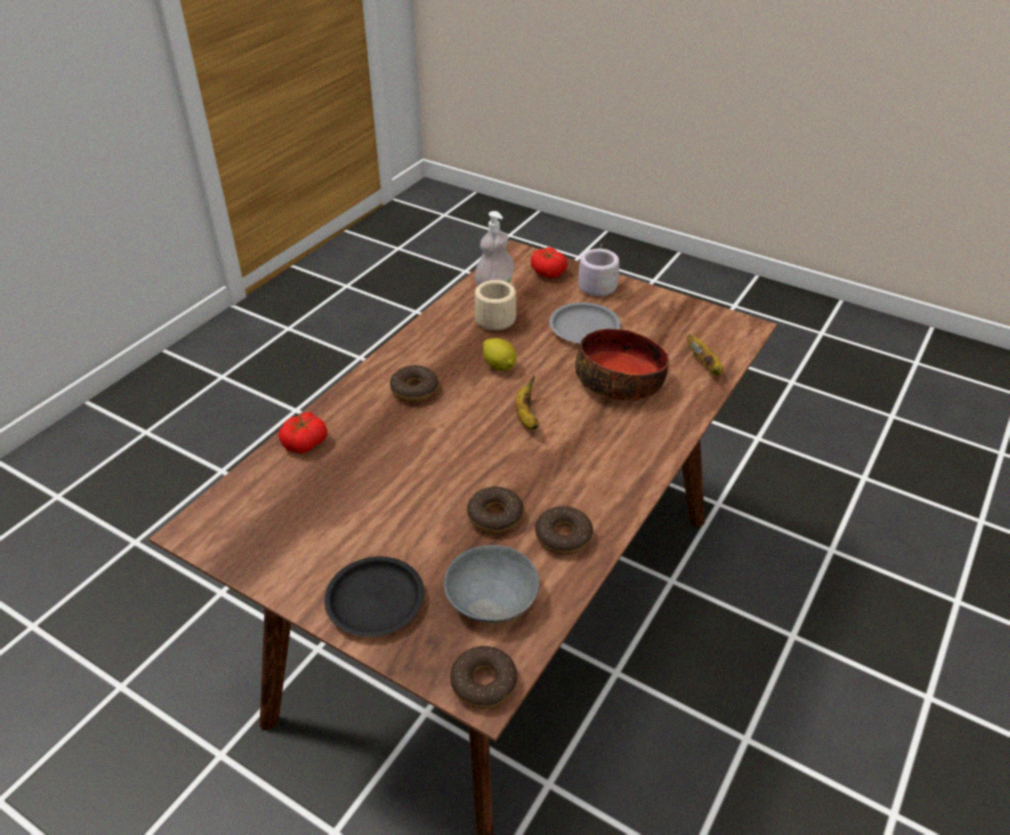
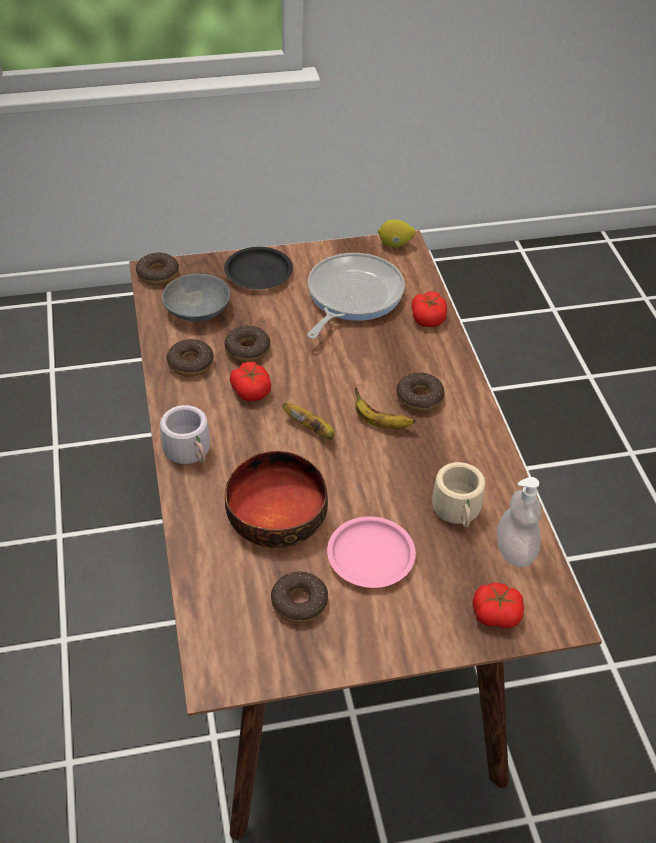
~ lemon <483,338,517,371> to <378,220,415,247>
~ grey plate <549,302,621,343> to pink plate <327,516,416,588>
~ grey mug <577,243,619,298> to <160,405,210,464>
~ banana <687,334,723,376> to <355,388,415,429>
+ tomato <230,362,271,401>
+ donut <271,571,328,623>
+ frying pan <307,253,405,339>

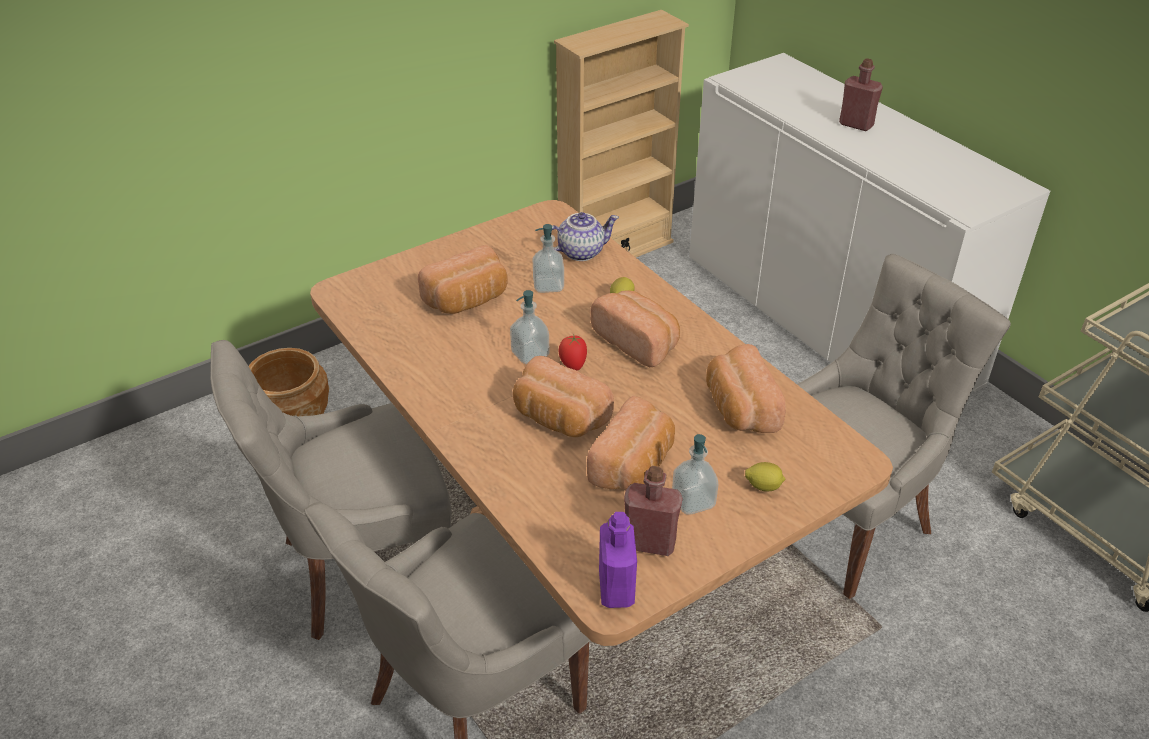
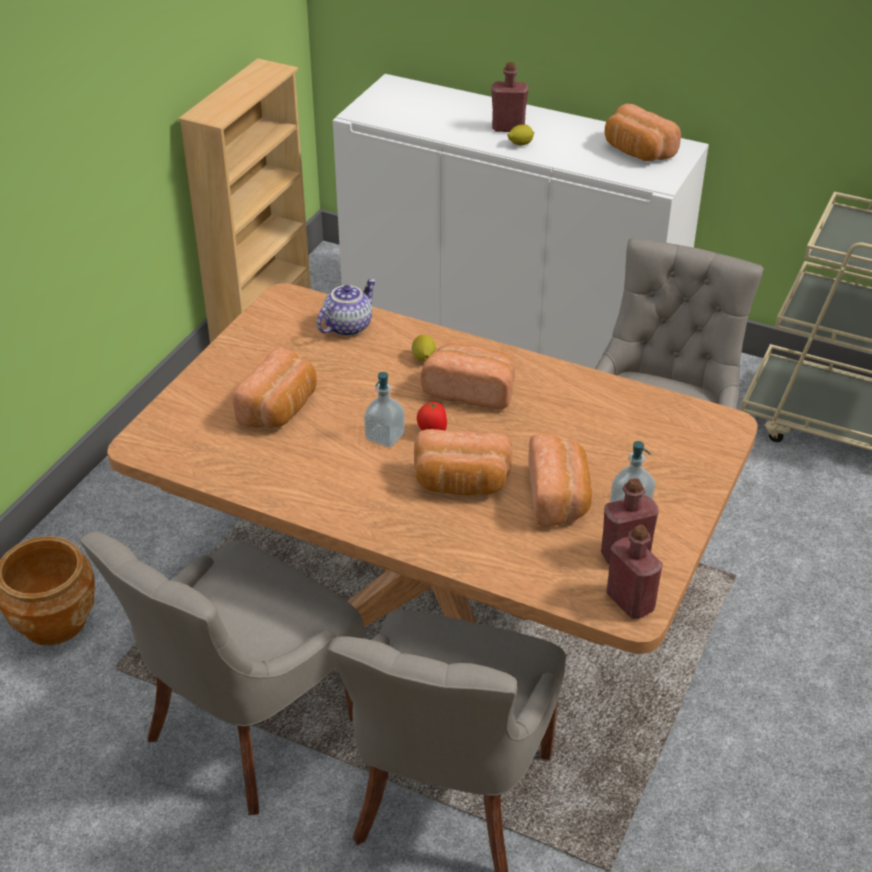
- soap dispenser <533,224,564,293>
~ purple bottle <599,512,637,608> to red bottle <606,524,663,619>
~ bread <706,344,786,433> to <605,104,681,161>
~ lemon <745,462,785,491> to <508,124,534,146>

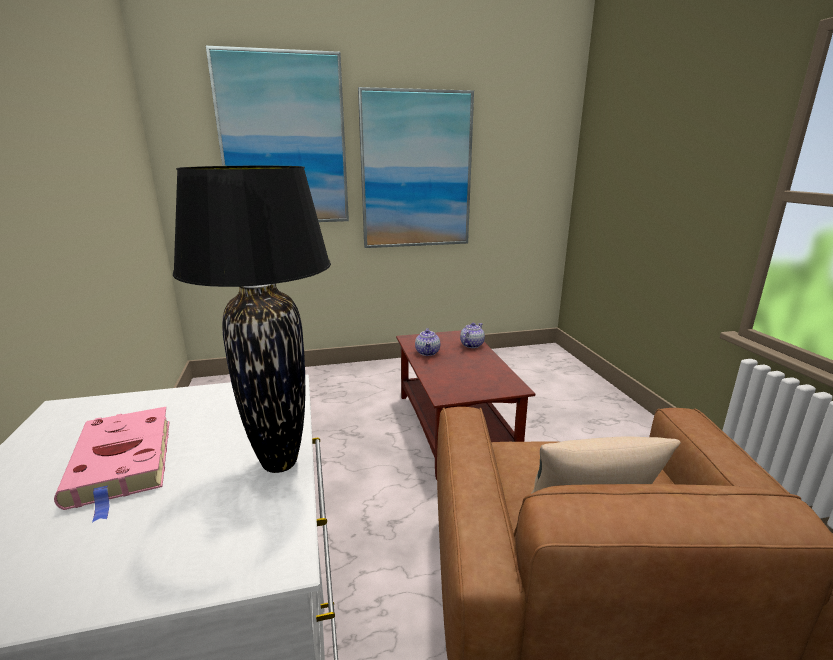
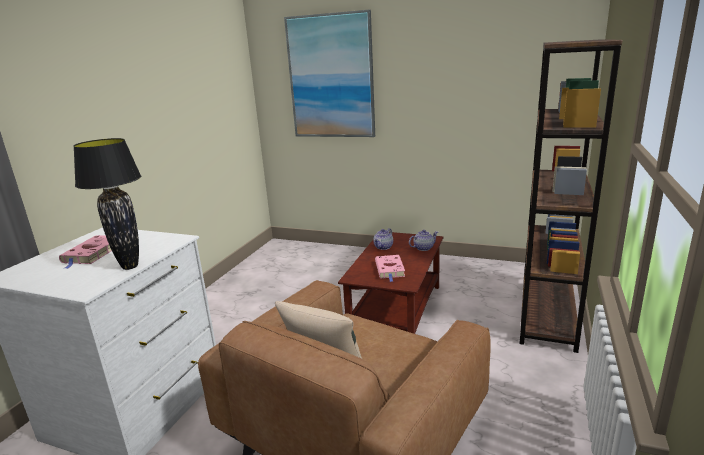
- picture <358,87,474,248>
+ pink book <375,255,405,282>
+ brown bookcase <520,39,622,353>

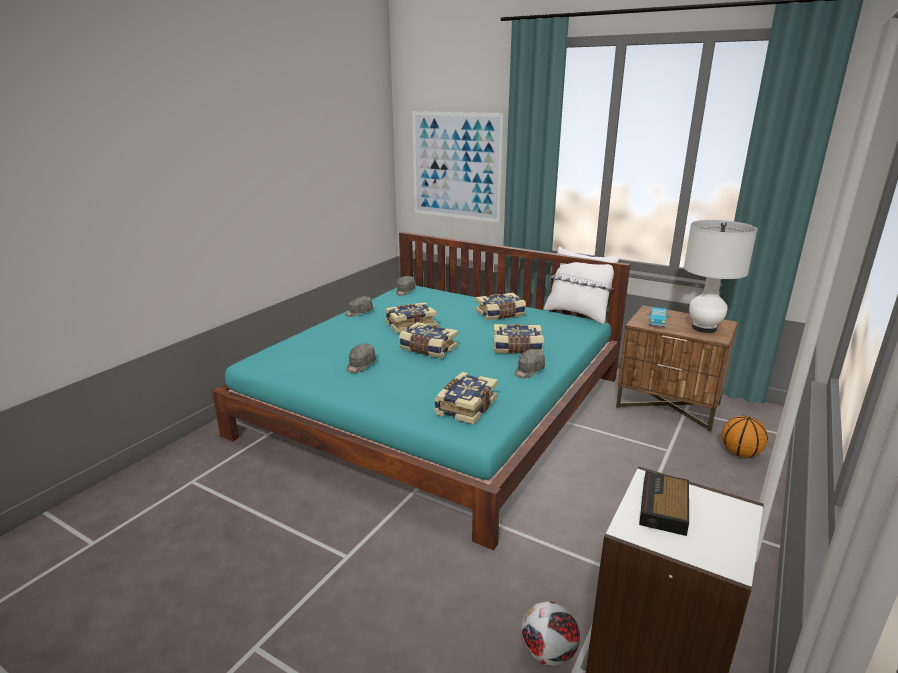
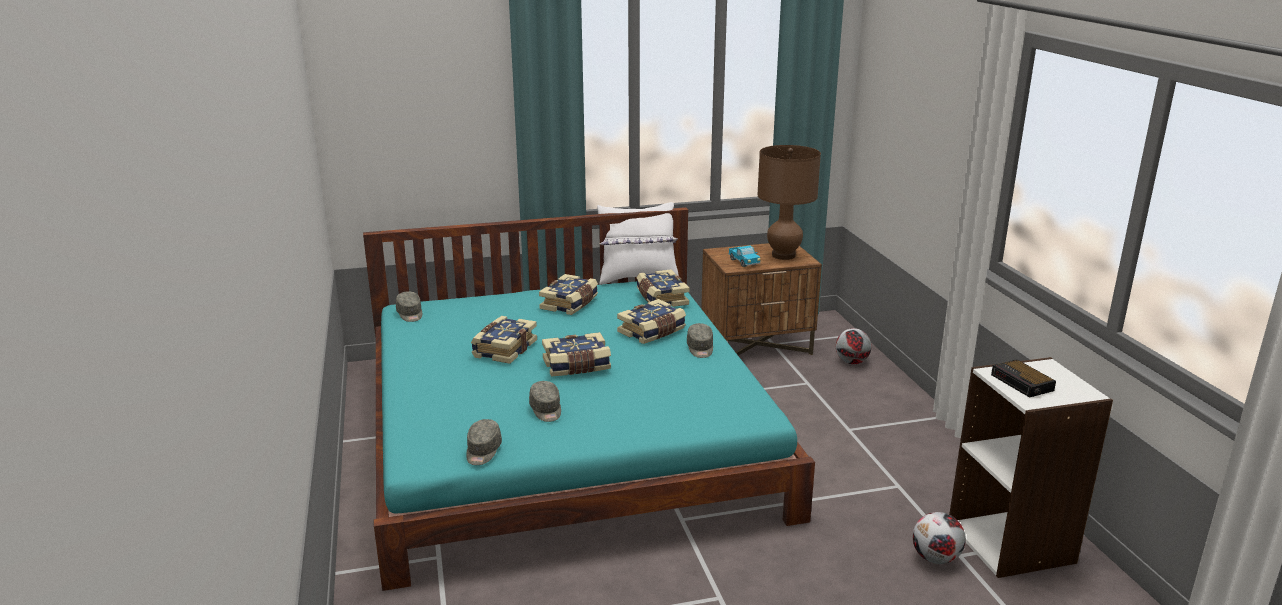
~ grey cap <345,296,373,317> to <466,419,502,465>
- picture <412,111,504,223>
~ book <434,372,498,424> to <637,269,690,307>
~ white table lamp <684,220,757,333> to brown table lamp <757,145,821,260>
~ basketball <722,415,768,458> to football <836,328,871,364>

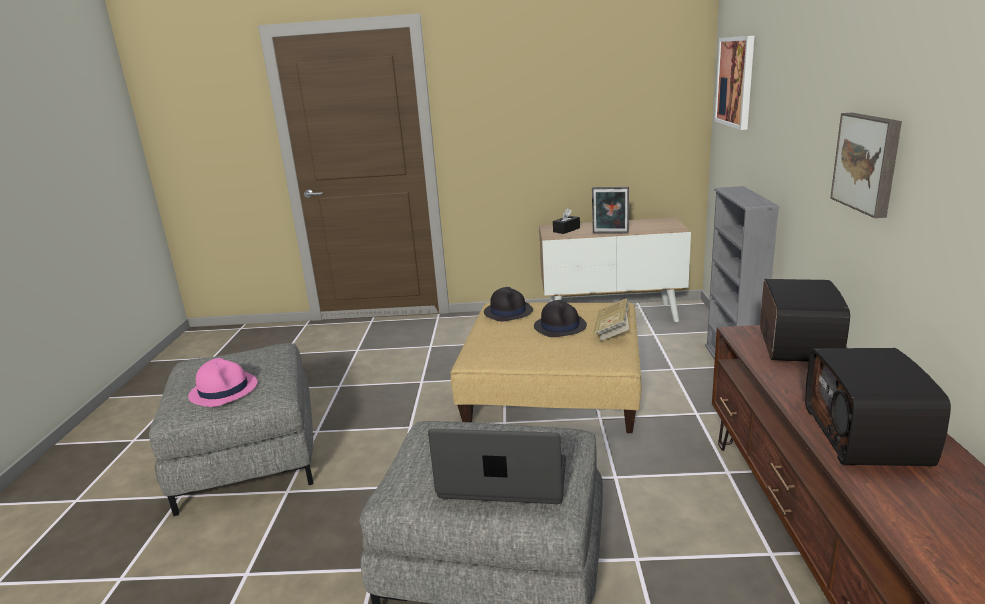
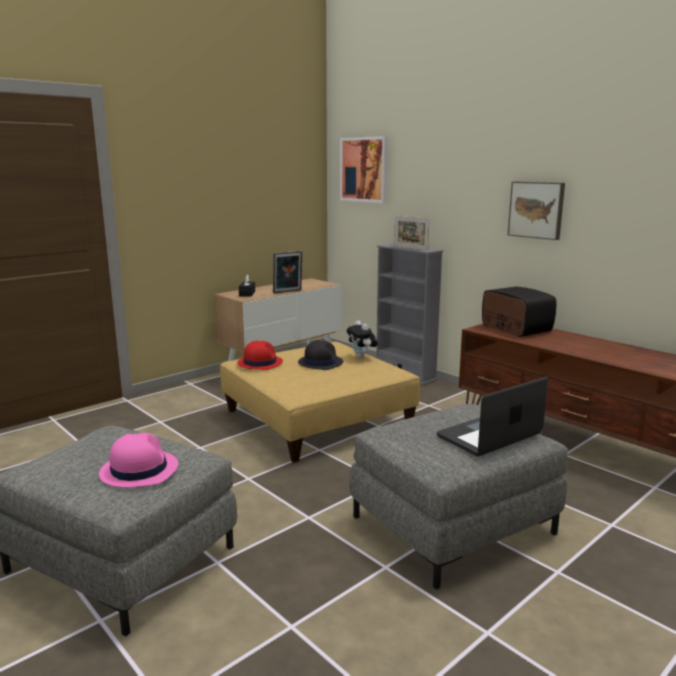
~ black hat <484,287,533,322> to red hat <237,340,283,370>
~ book <593,298,629,341> to plush toy <347,320,378,358>
- radio <805,348,951,466>
+ picture frame <394,216,430,250>

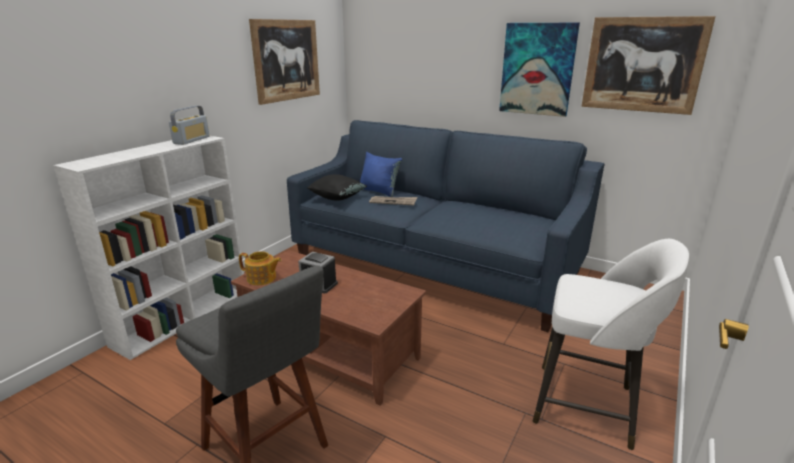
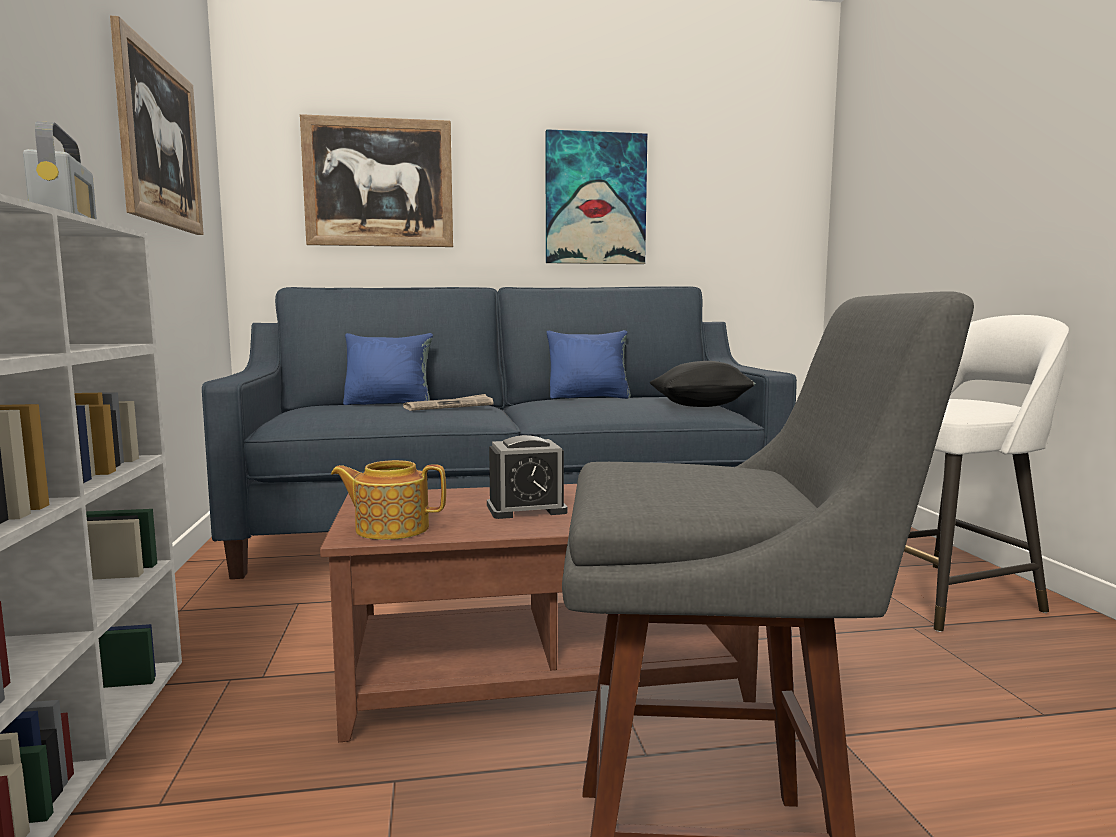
~ teapot <239,251,282,285> = <331,460,446,540> 150 degrees counterclockwise
~ black pillow <307,174,367,201> to <650,361,756,407>
~ picture <581,16,716,115> to <300,114,453,247>
+ blue pillow <547,330,631,399>

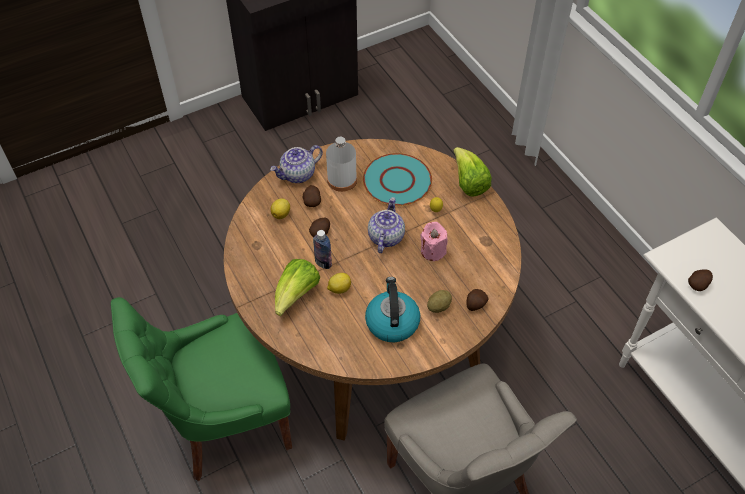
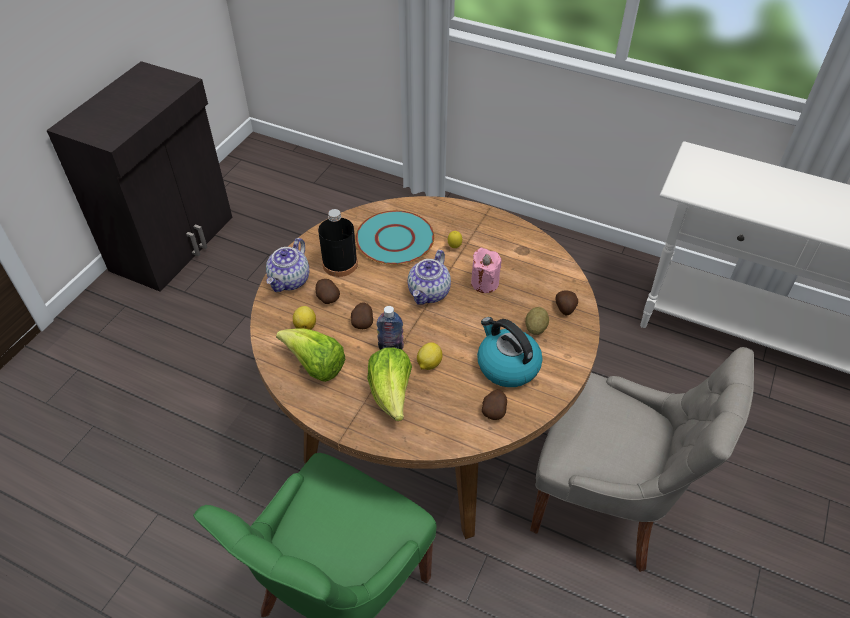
~ white bottle <326,137,357,192> to black bottle <318,209,358,277>
~ teapot <368,197,405,253> = <408,250,451,305> 135 degrees counterclockwise
~ lettuce <453,147,492,197> to <276,328,345,382>
~ potato <688,269,713,291> to <482,390,507,420>

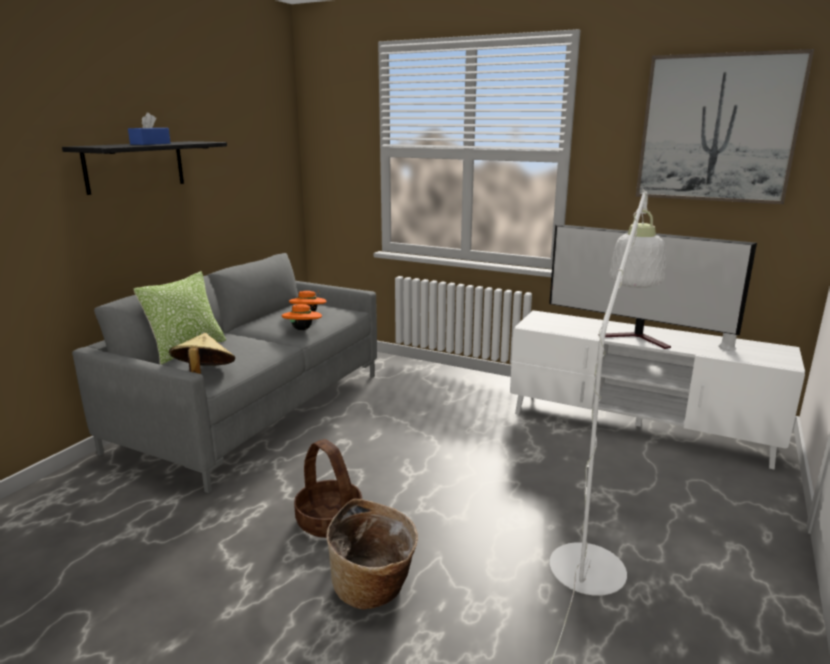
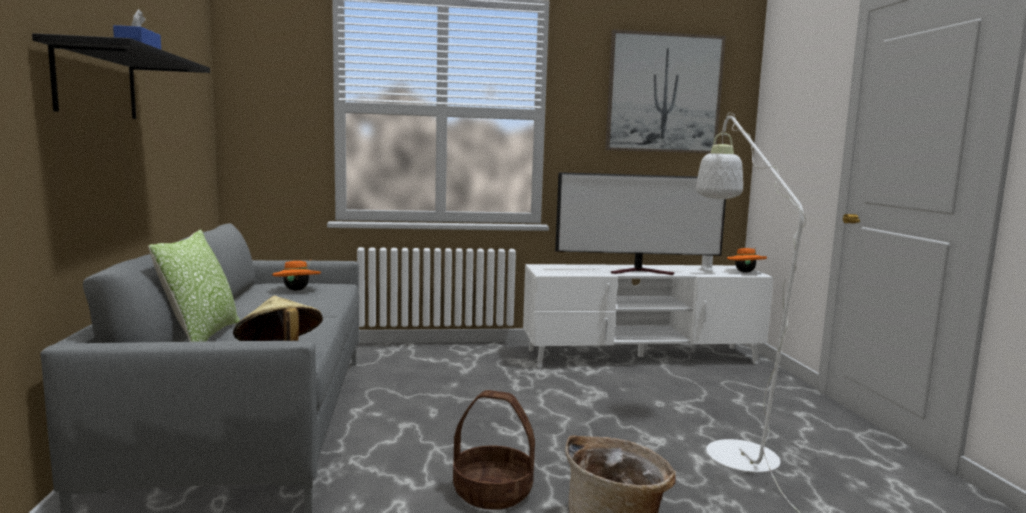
~ orange hat <282,304,322,330> to <727,248,767,273>

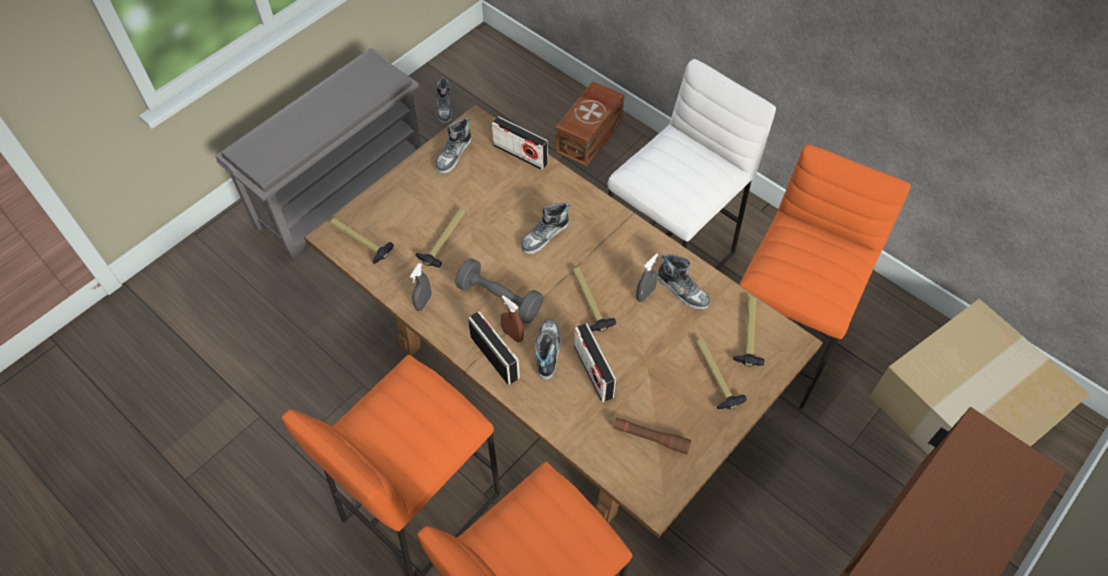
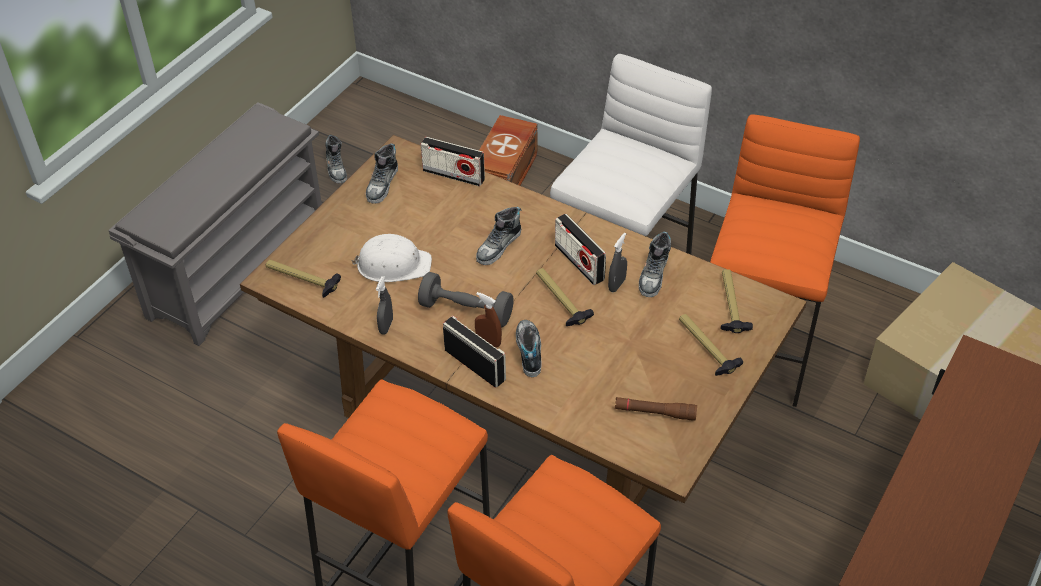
~ hammer <416,208,465,268> to white hard hat <352,234,432,282>
~ radio <574,323,617,402> to <555,214,606,285>
~ shoe <657,254,711,310> = <639,232,671,297> 75 degrees clockwise

